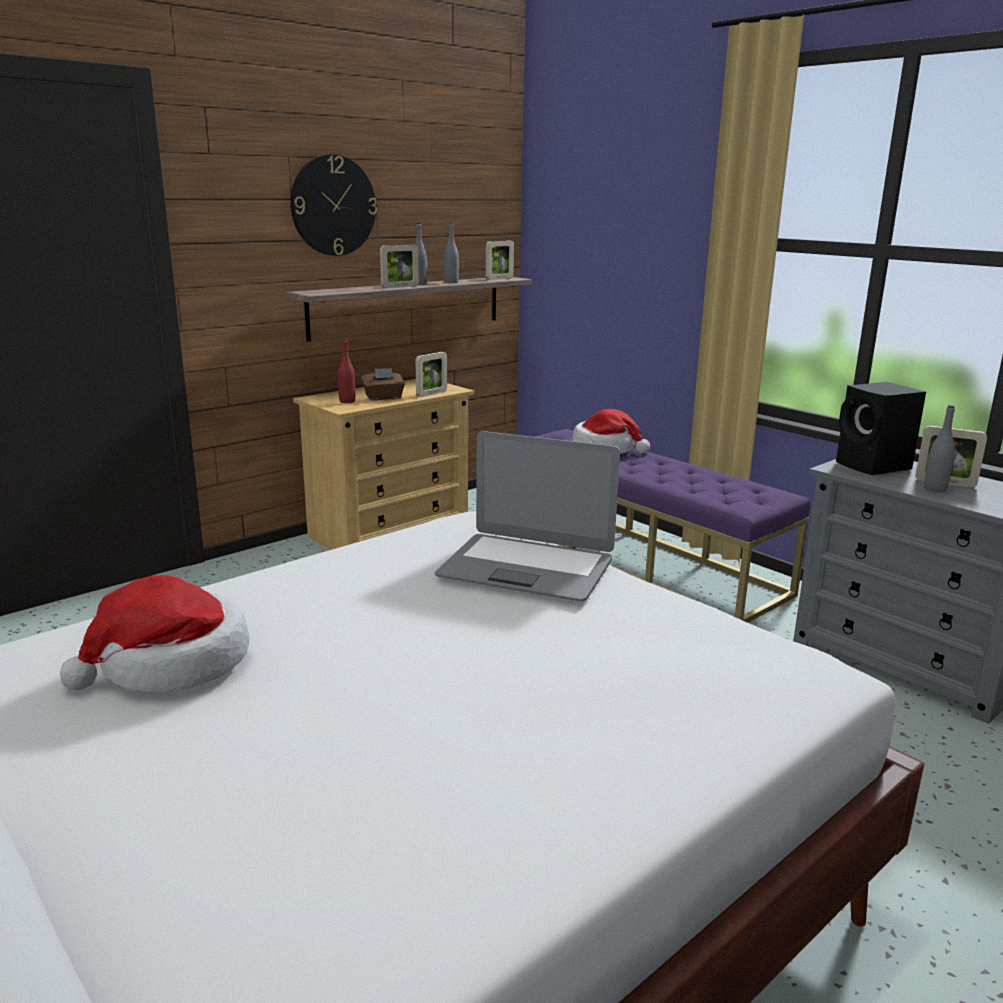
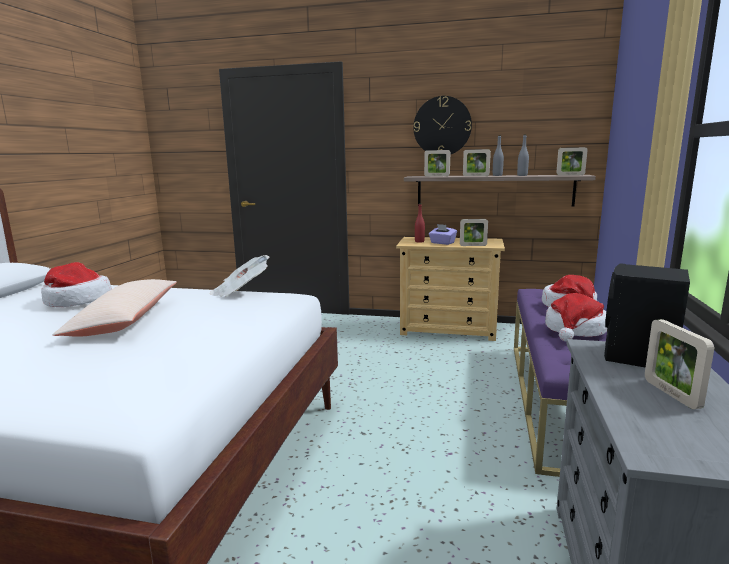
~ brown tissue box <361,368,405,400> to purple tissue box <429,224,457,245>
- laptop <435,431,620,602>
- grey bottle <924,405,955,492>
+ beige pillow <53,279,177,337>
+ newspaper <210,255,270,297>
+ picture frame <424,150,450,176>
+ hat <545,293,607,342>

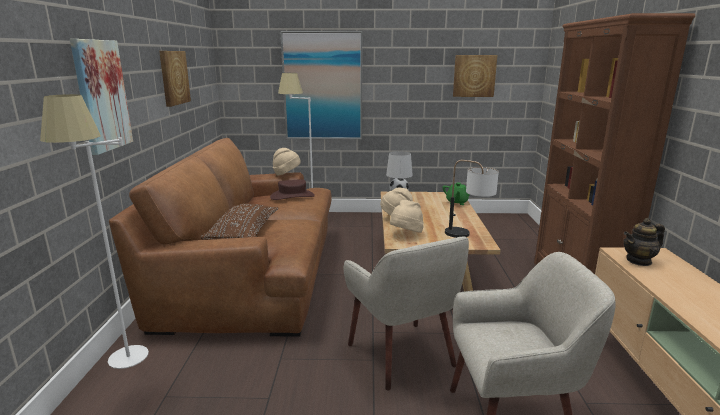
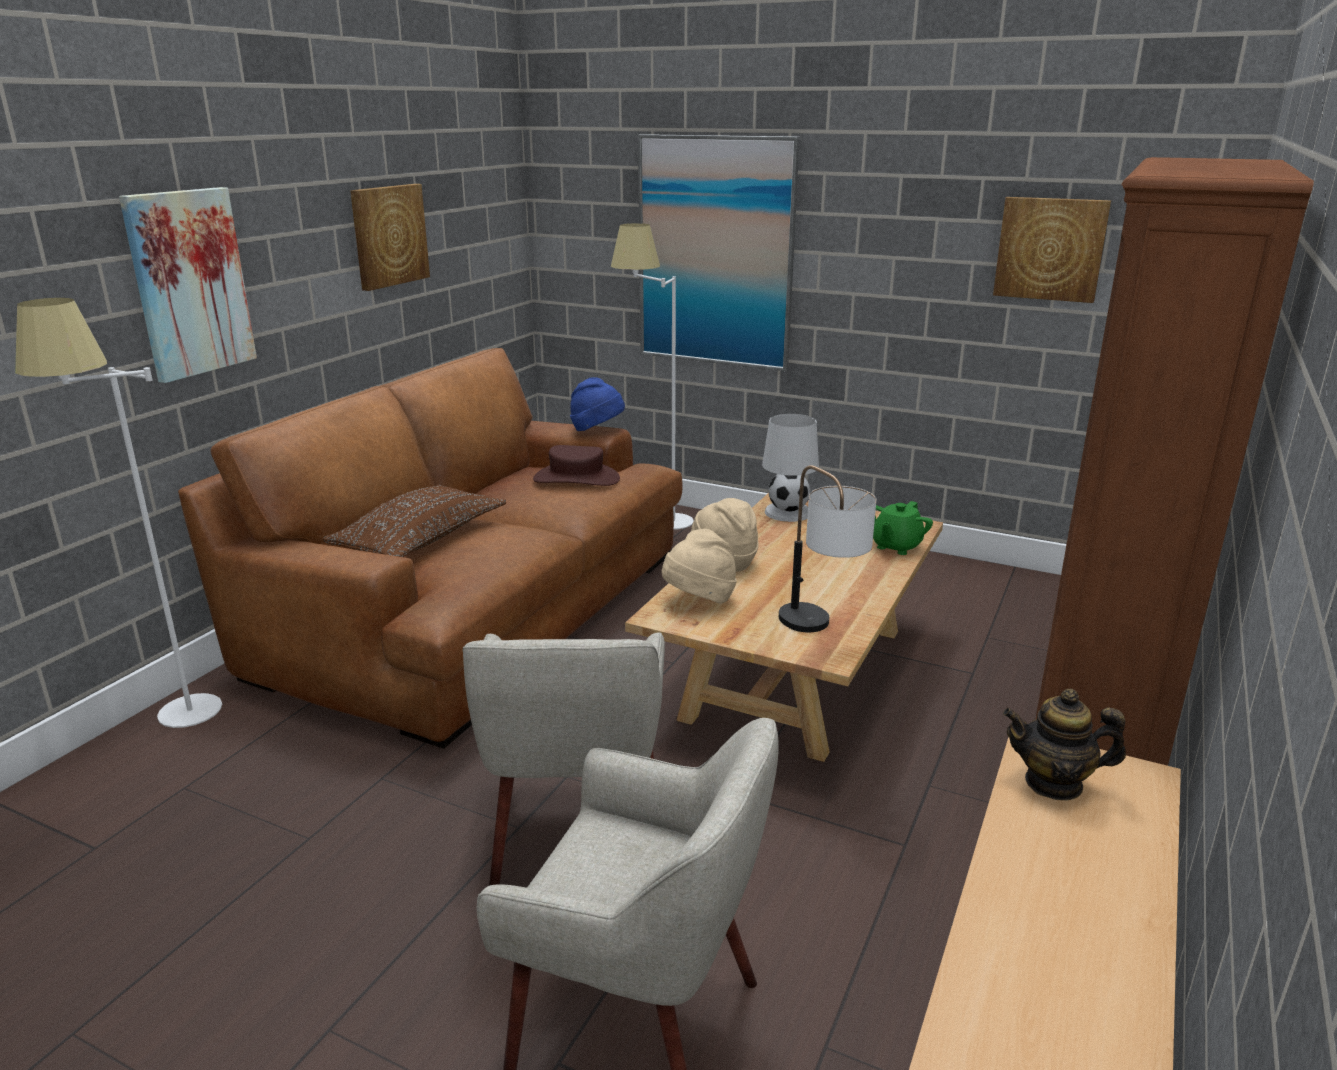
~ beige hat <273,148,301,176> to blue hat <570,377,625,431>

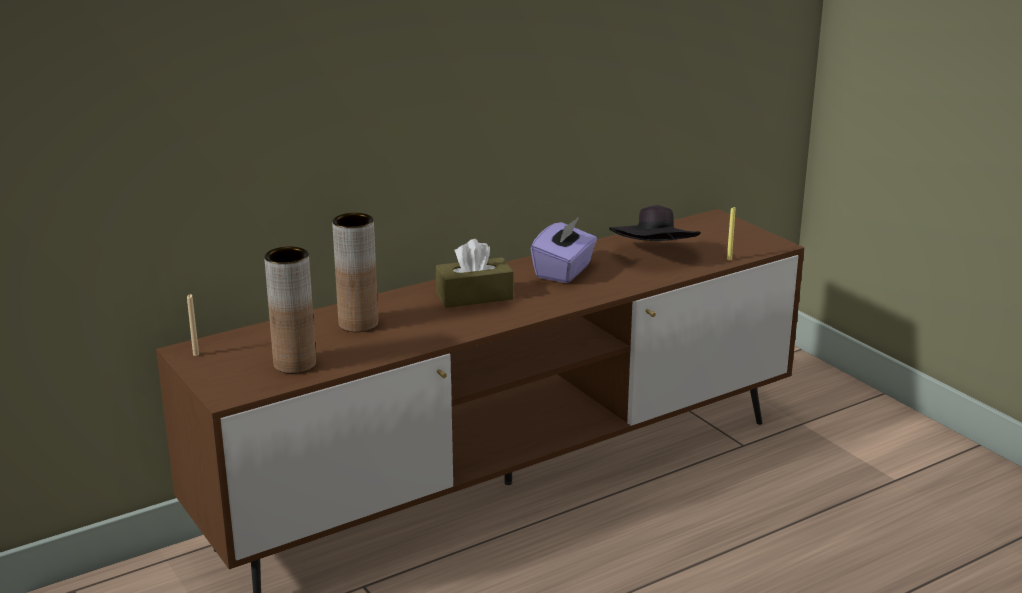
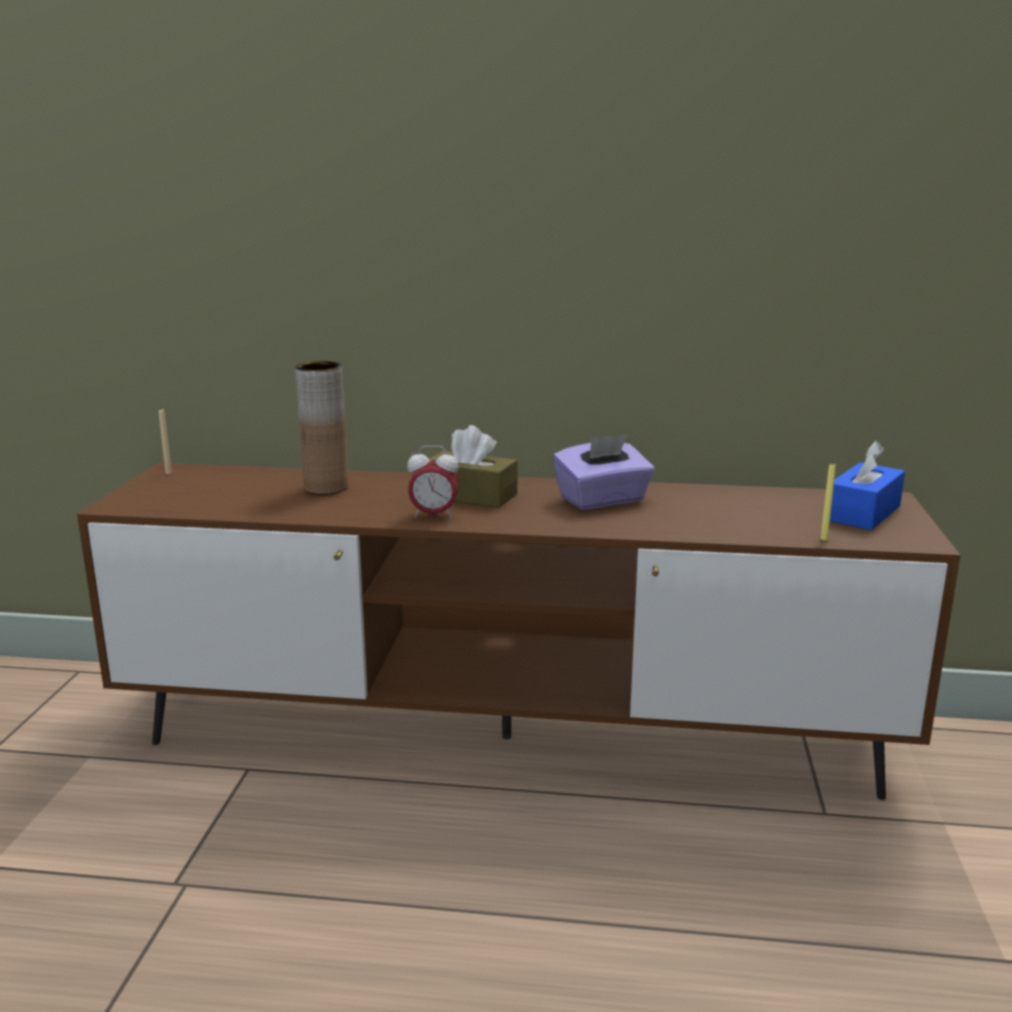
- brown vase <264,246,316,374>
- black hat <609,205,701,241>
+ alarm clock <407,446,459,519>
+ blue tissue box <830,441,905,530>

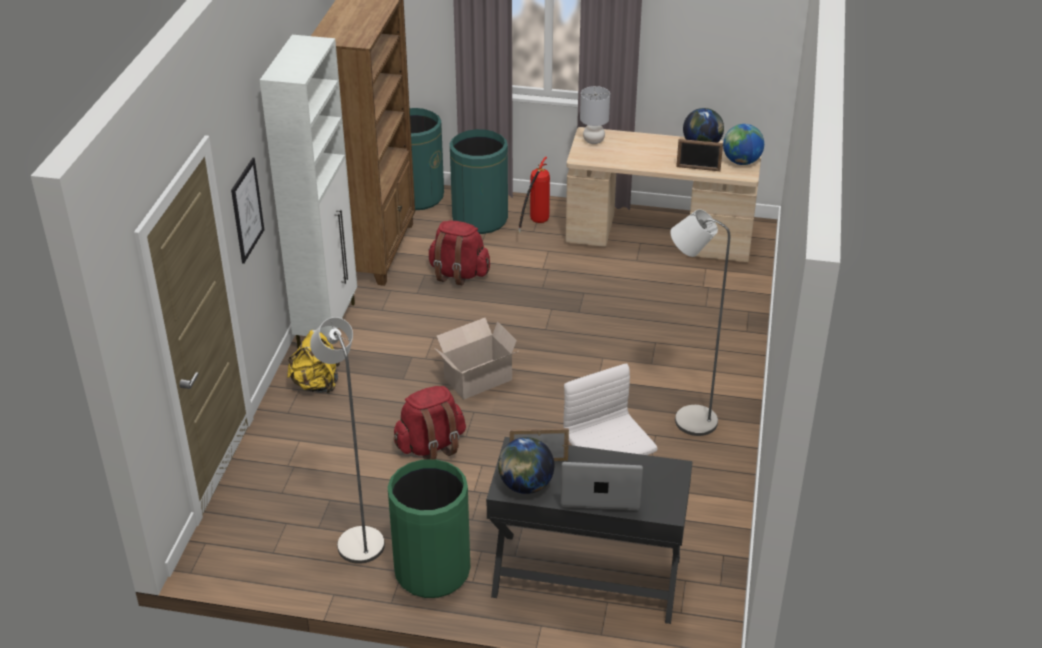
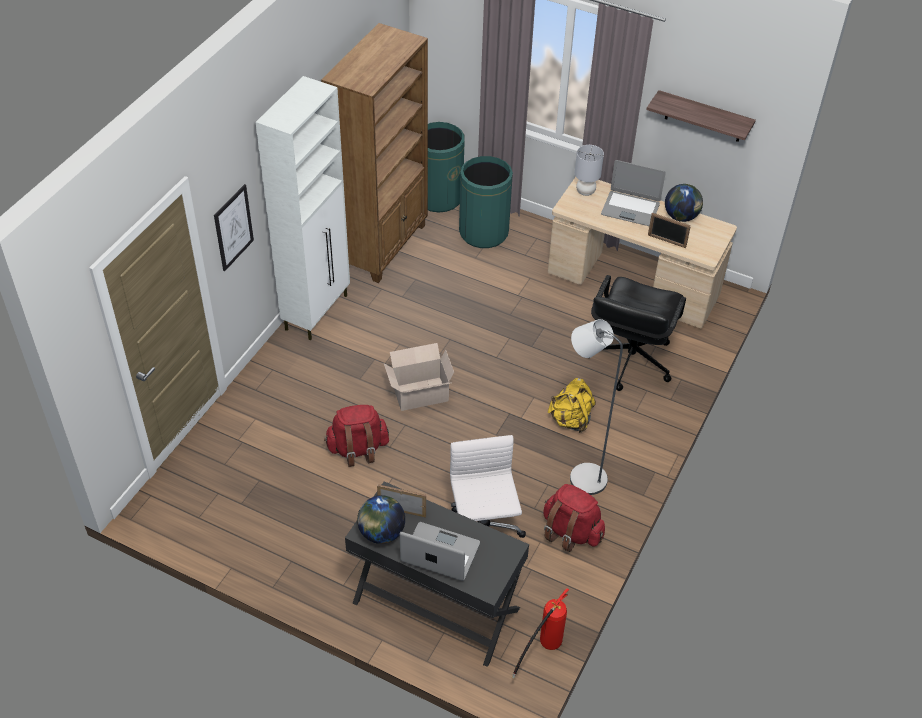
~ yellow backpack <287,330,340,394> to <548,378,596,433>
- grey floor lamp <310,317,385,564>
- green trash can <388,459,470,598>
~ red backpack <429,221,490,285> to <543,484,605,552>
~ fire extinguisher <518,157,550,233> to <512,588,569,679>
- globe <723,124,764,165>
+ black office chair <591,275,686,391>
+ laptop <601,160,666,226>
+ shelf <646,90,756,142>

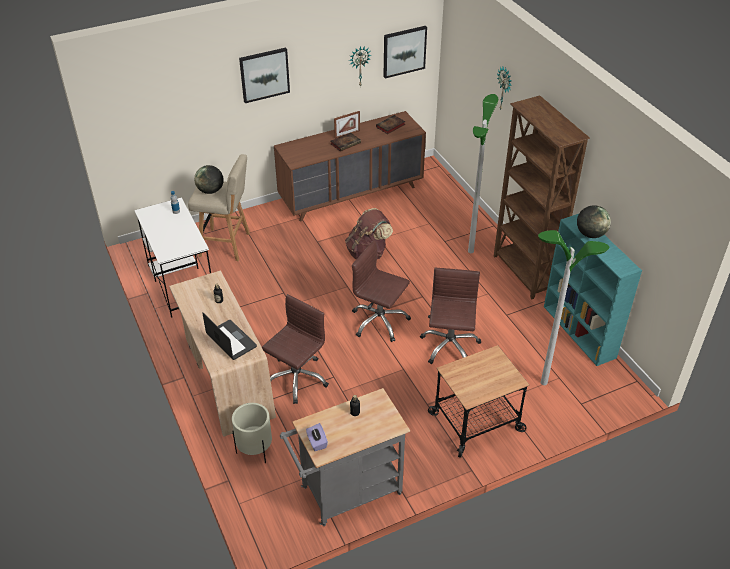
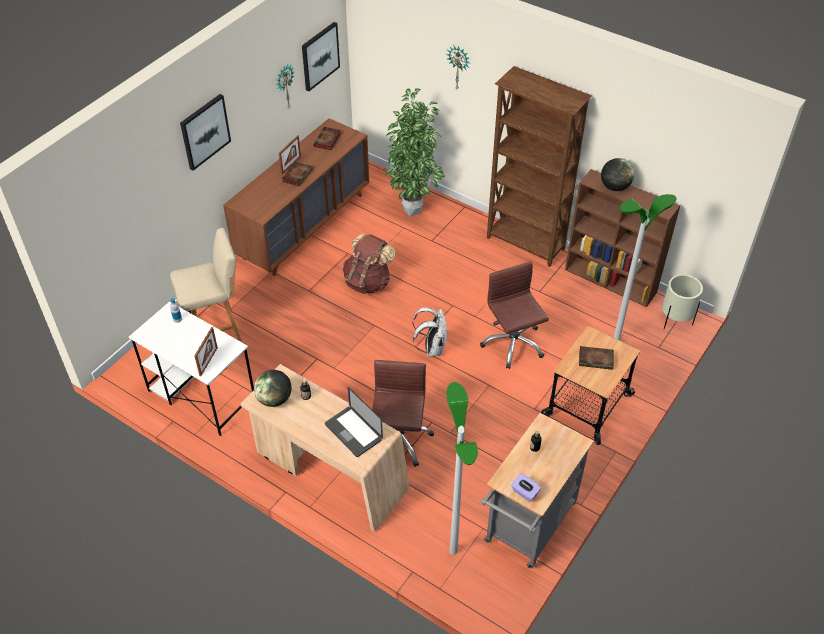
~ globe <194,165,224,194> to <254,370,292,407>
~ laptop <202,313,257,360> = <325,387,383,457> 150 degrees counterclockwise
~ beige planter <232,403,272,464> to <662,274,703,329>
~ brown office chair <352,240,411,342> to white backpack <413,307,447,356>
~ floor lamp <468,94,498,253> to <446,382,478,555>
~ turquoise bookcase <544,214,642,366> to brown bookcase <565,169,680,307>
+ picture frame <194,327,218,376>
+ potted plant <385,88,445,216>
+ book <579,346,614,370>

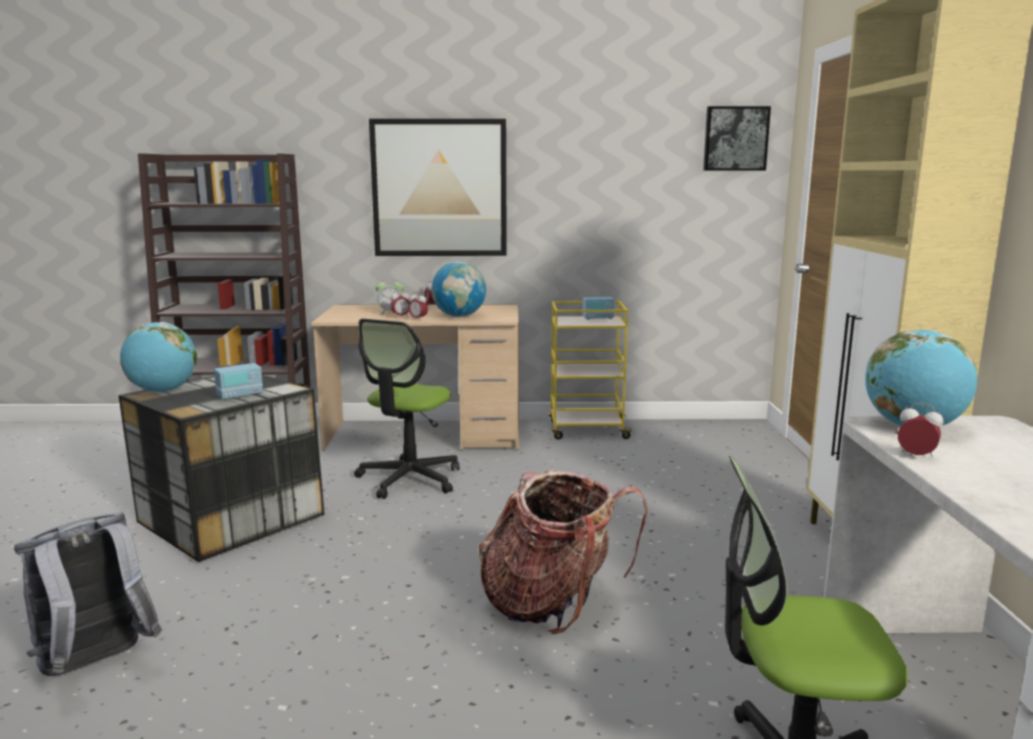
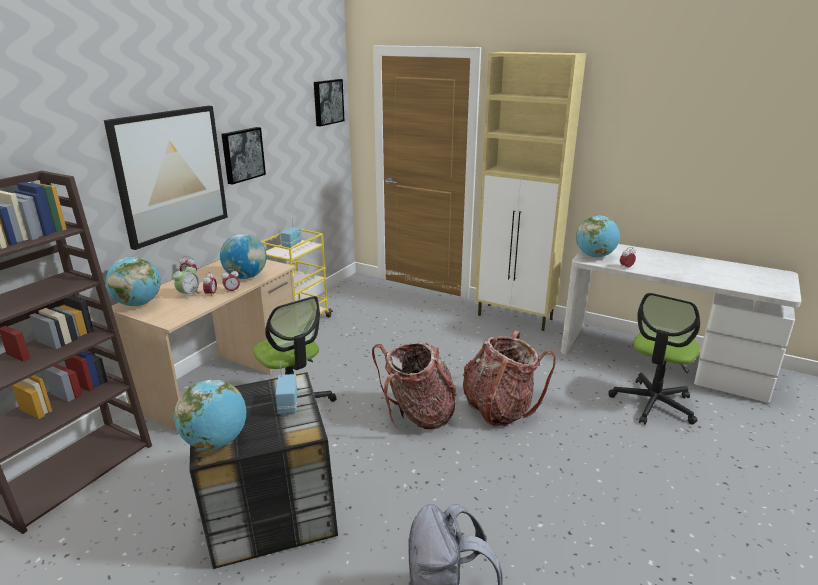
+ globe <106,256,161,306>
+ picture <221,127,266,185>
+ backpack <372,342,457,429>

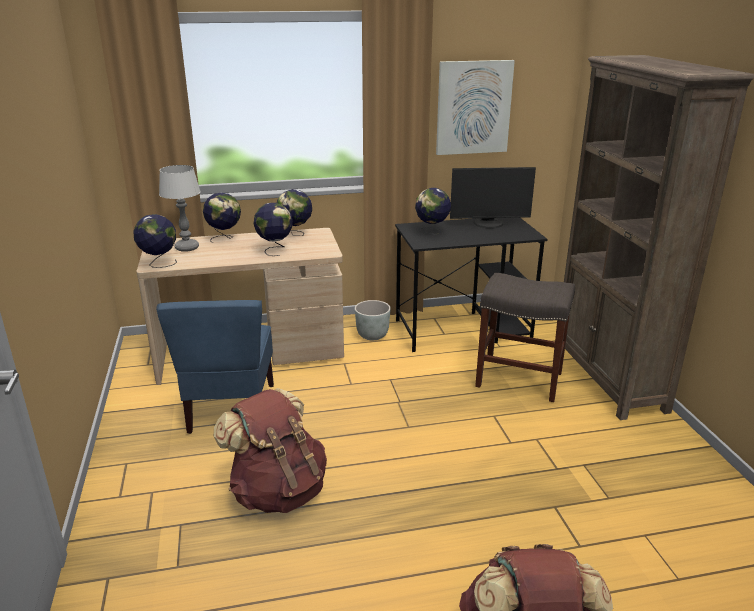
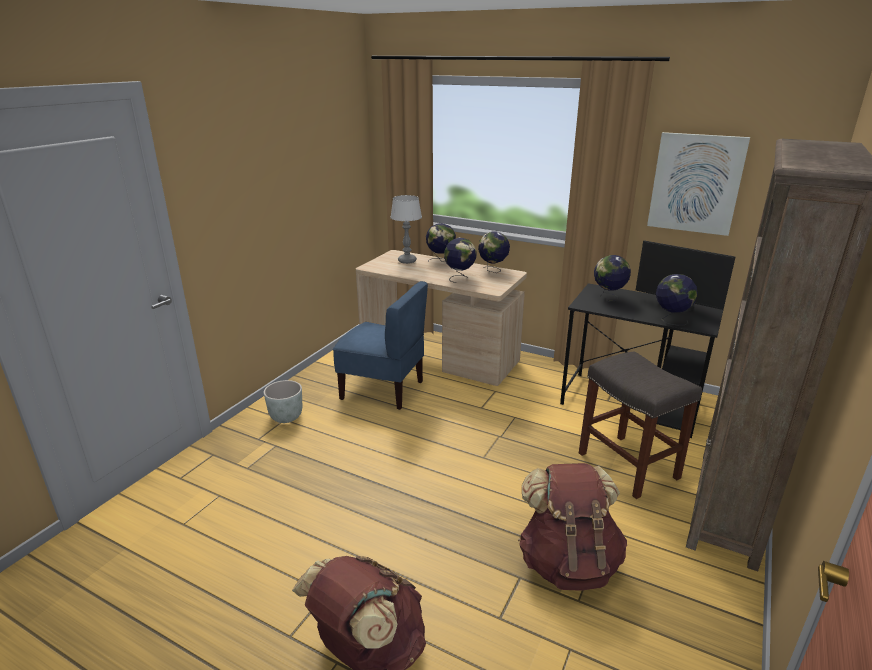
~ globe <133,214,177,268> to <656,274,698,325>
~ blue chair <156,300,274,434> = <333,281,428,410> 105 degrees counterclockwise
~ brown backpack <214,388,327,513> to <518,463,627,591>
~ grey planter <355,300,391,340> to <264,380,302,423>

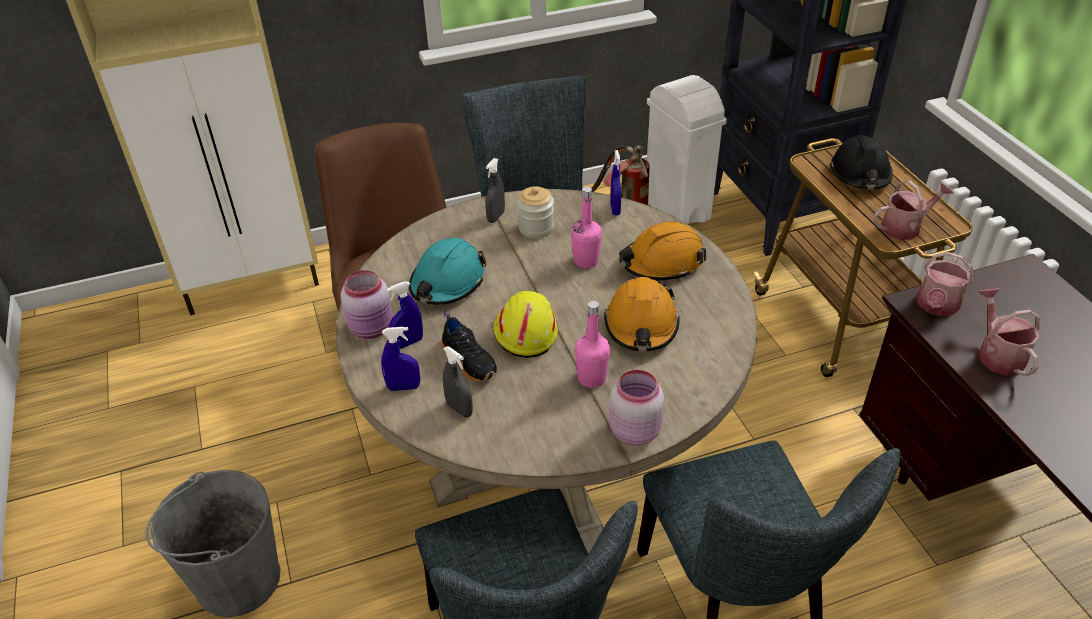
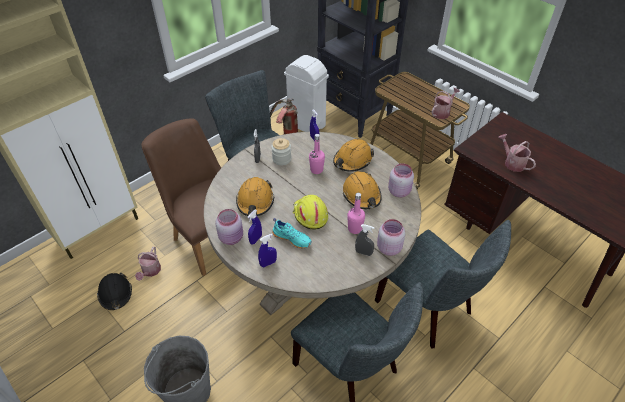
~ turquoise hard hat <409,238,486,305> to orange hard hat <236,177,274,216>
~ black shoe <441,312,497,382> to turquoise shoe <272,218,312,249>
~ grey spray bottle <443,346,473,418> to <355,224,374,256>
~ black hard hat <830,135,893,189> to <97,273,132,310>
~ watering can <917,252,973,316> to <135,247,161,281>
+ pink jar <388,163,414,197>

